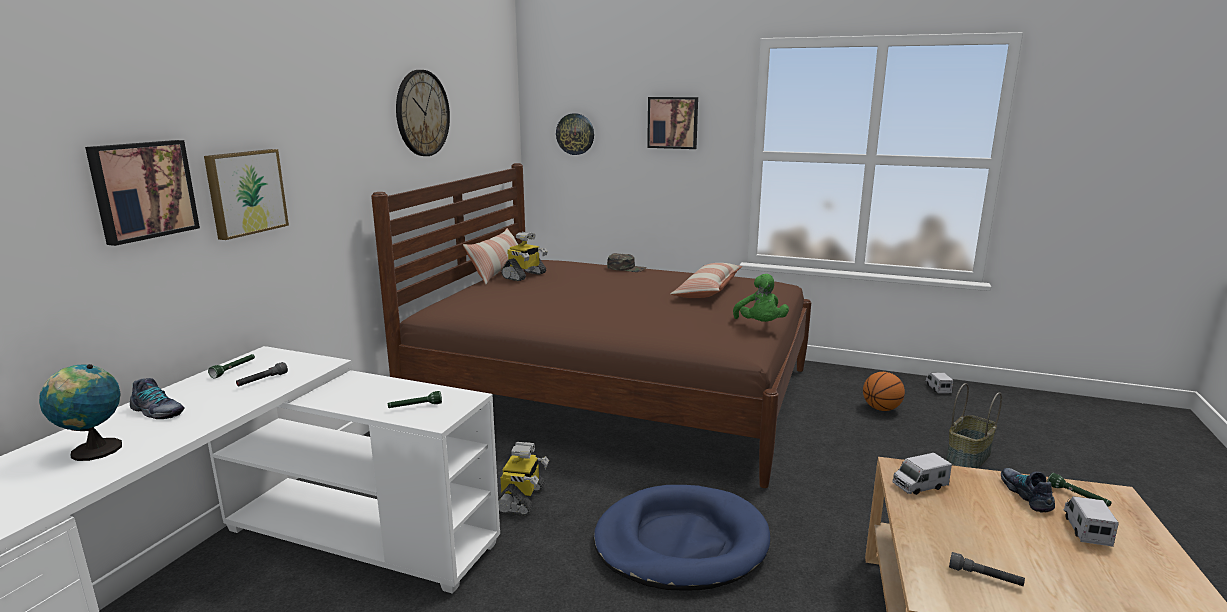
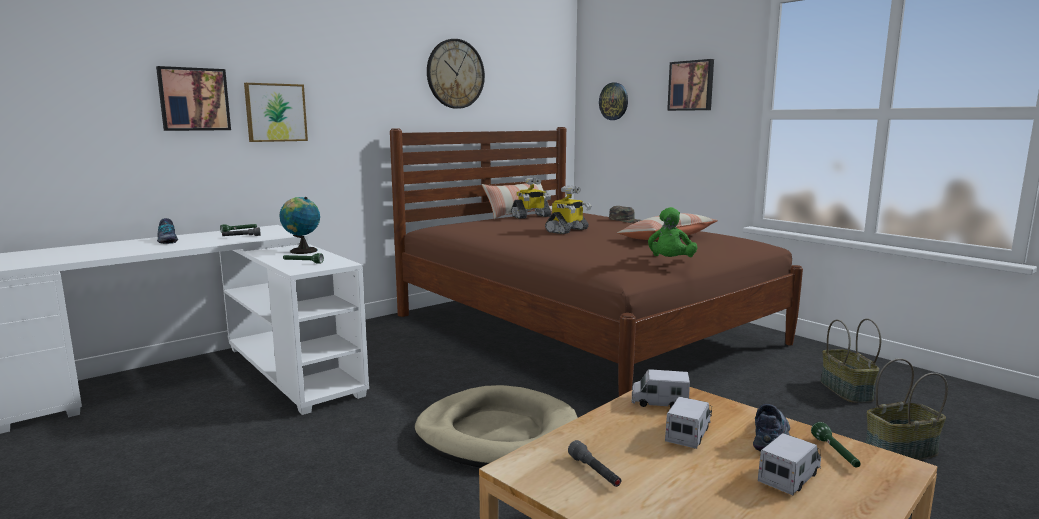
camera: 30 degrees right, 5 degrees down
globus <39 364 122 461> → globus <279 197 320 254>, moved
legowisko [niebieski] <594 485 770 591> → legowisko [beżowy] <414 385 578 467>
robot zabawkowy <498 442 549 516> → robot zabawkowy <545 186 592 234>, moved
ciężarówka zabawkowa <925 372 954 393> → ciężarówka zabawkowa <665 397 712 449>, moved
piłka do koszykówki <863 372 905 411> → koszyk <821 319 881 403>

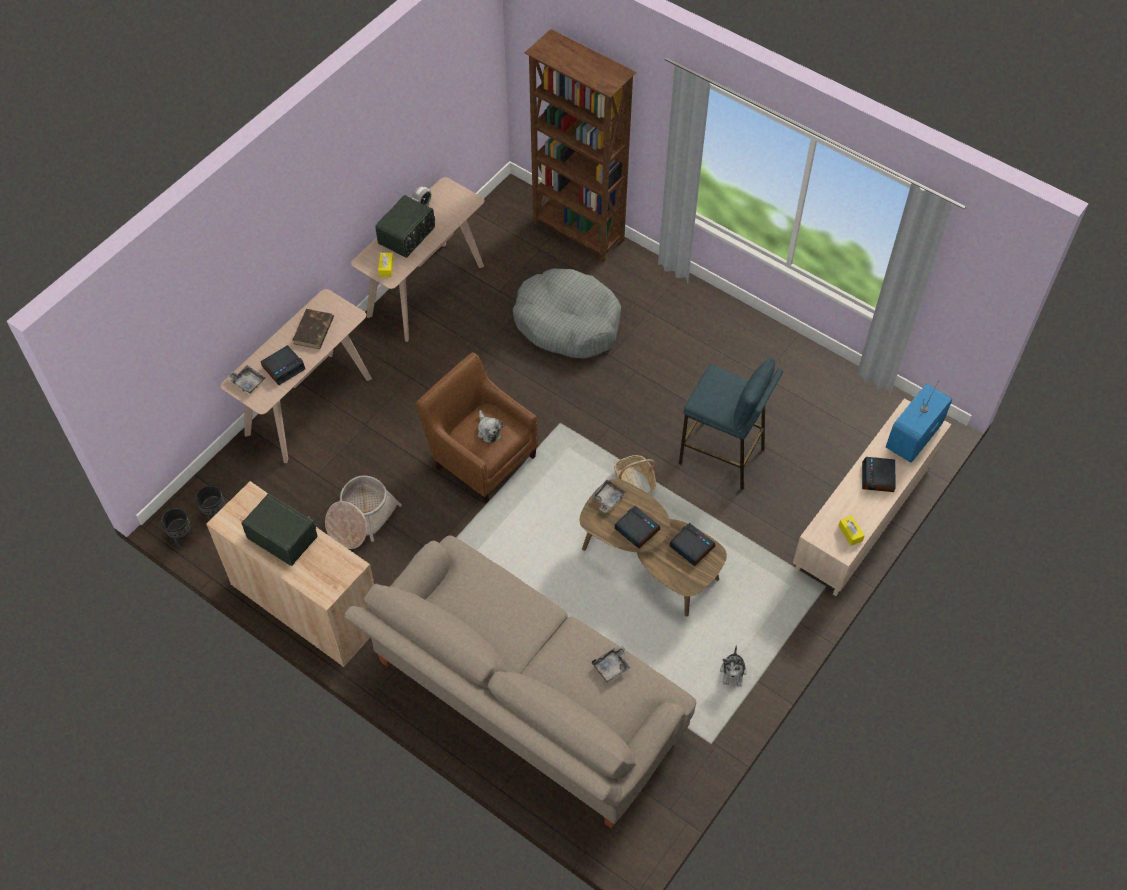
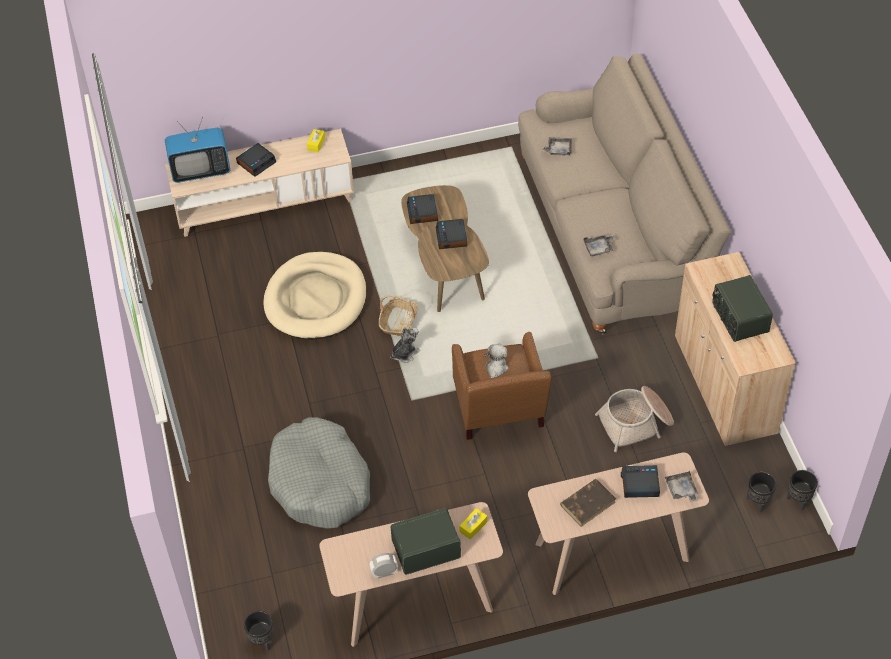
camera: 140 degrees left, 5 degrees down
- → donica [czarny] <244 611 274 651>
stołek [niebieski] <679 358 783 490> → legowisko [beżowy] <263 252 366 340>
pluszak <720 645 747 686> → pluszak <390 327 420 363>, moved
taca [szary] <591 480 626 513> → taca [szary] <584 235 615 257>, moved
regał [brązowy] <524 29 636 262> → -

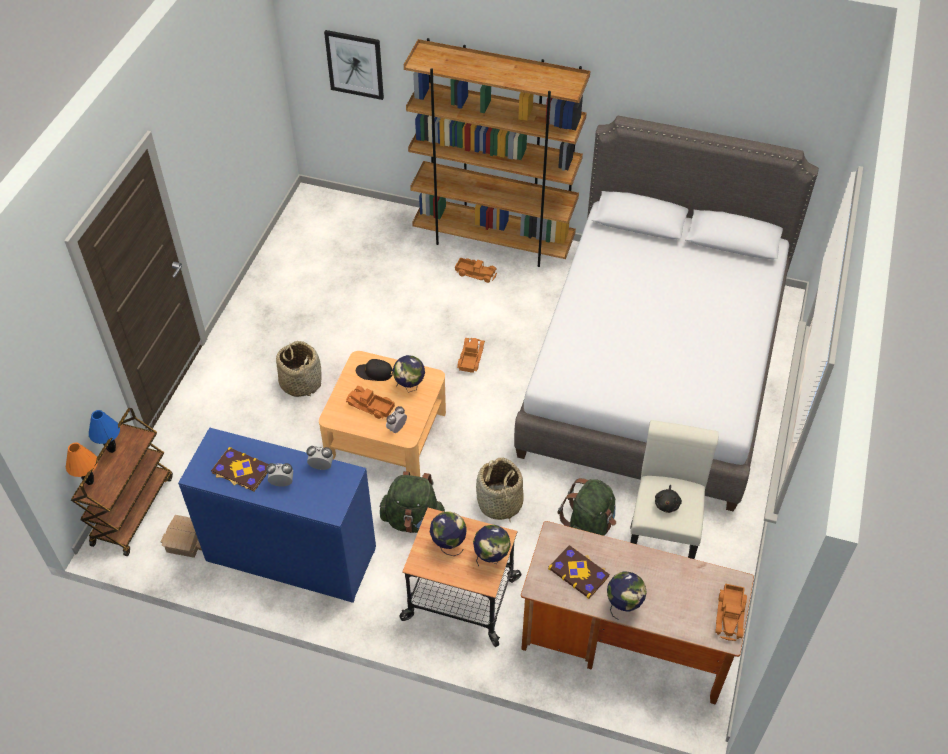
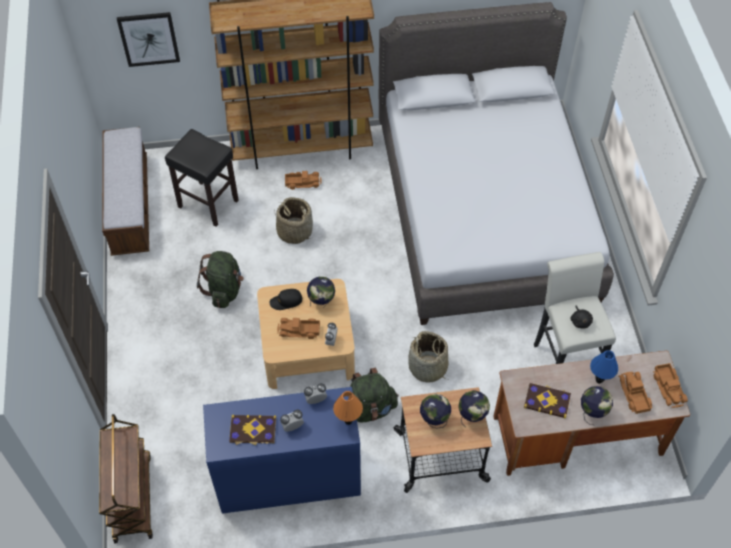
camera: 25 degrees left, 5 degrees up
- → ławka <102 127 149 256>
- → stołek [czarny] <165 129 239 227>
plecak [zielony] <558 478 616 536> → plecak [zielony] <197 251 244 308>, moved
koszyk <276 341 322 397> → koszyk <274 197 313 244>, moved
lampa stołowa [pomarańczowy] <66 443 98 485> → lampa stołowa [pomarańczowy] <333 391 363 425>, moved
lampa stołowa [niebieski] <89 410 120 453> → lampa stołowa [niebieski] <590 350 618 384>, moved
ciężarówka zabawkowa <457 338 485 373> → ciężarówka zabawkowa <619 372 652 414>, moved
domek <161 515 202 558> → -

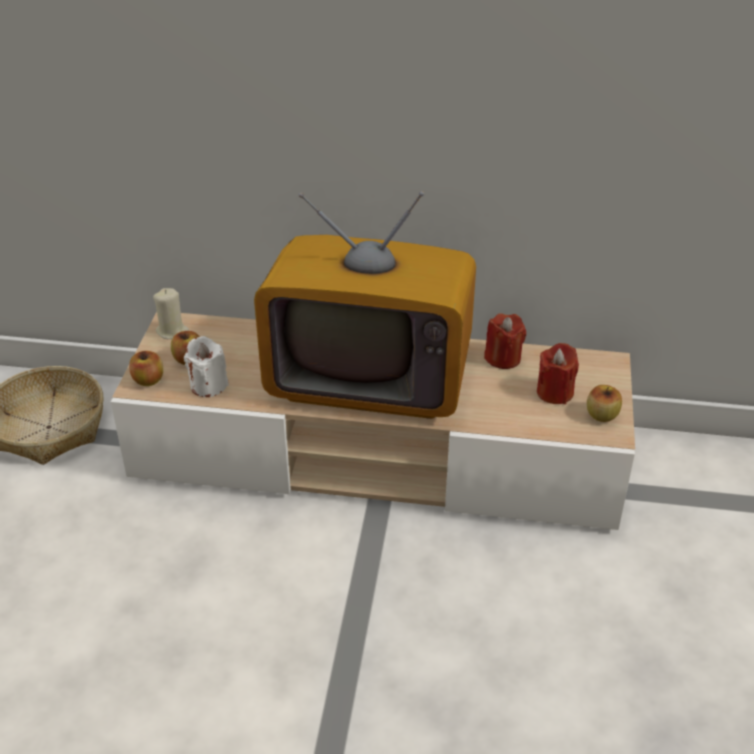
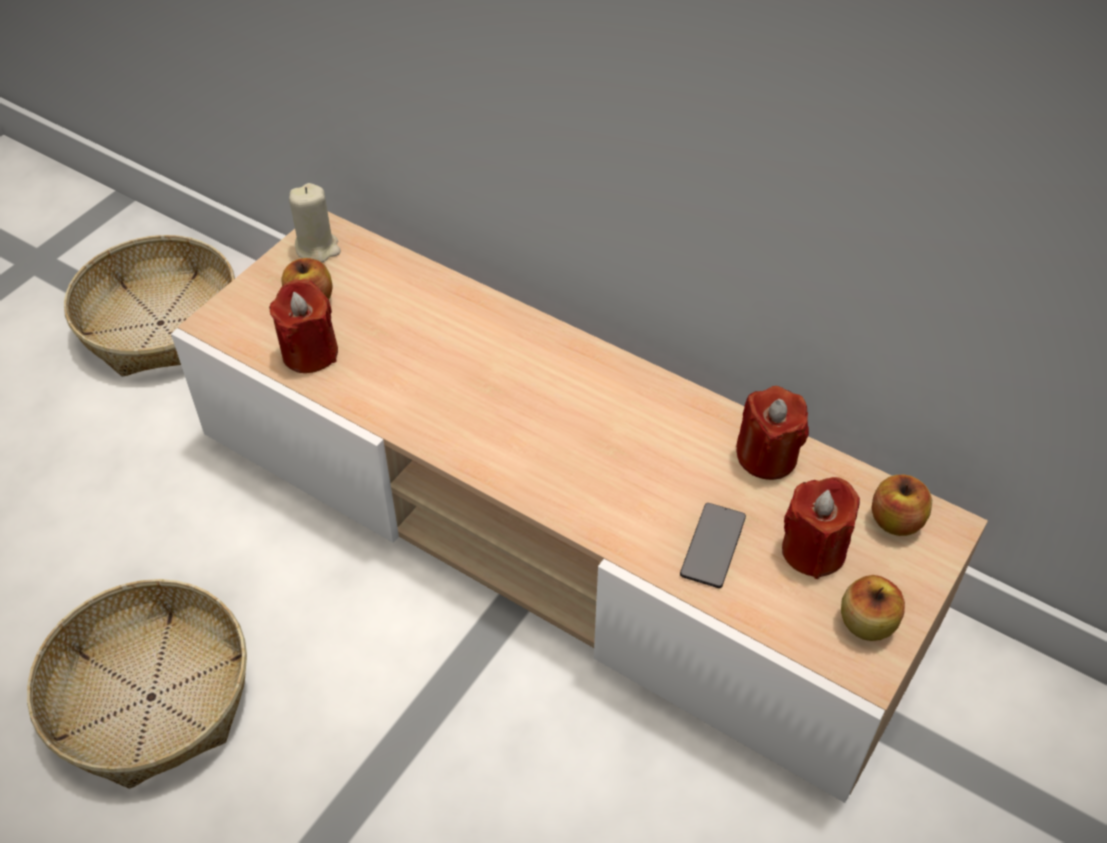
camera: 25 degrees right, 10 degrees up
- → koszyk <27 579 247 789>
świeca [biały] <184 336 229 397> → świeca [czerwony] <269 280 338 373>
- → telefon <680 503 746 588>
jabłko <129 351 163 386> → jabłko <872 475 932 536>, moved
telewizor <254 191 476 419> → -

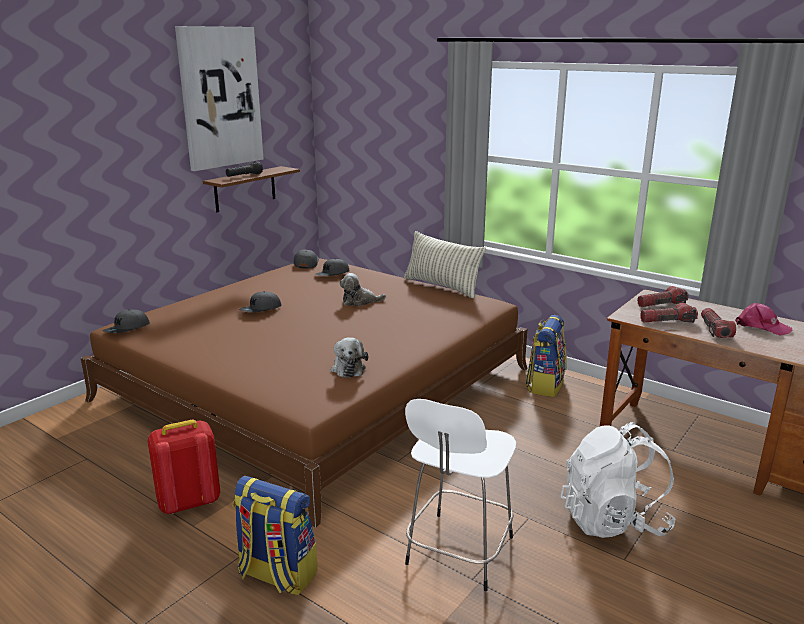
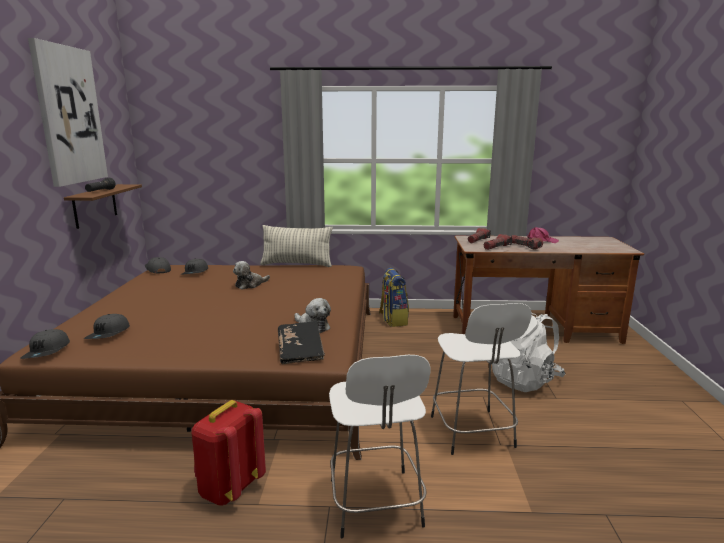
camera: 35 degrees left, 5 degrees down
czapka z daszkiem [szary] <239 291 282 312> → czapka z daszkiem [szary] <84 314 130 339>, moved
- → książka [czarny] <278 321 325 365>
plecak <233 476 317 595> → stołek [biały] <329 355 430 538>

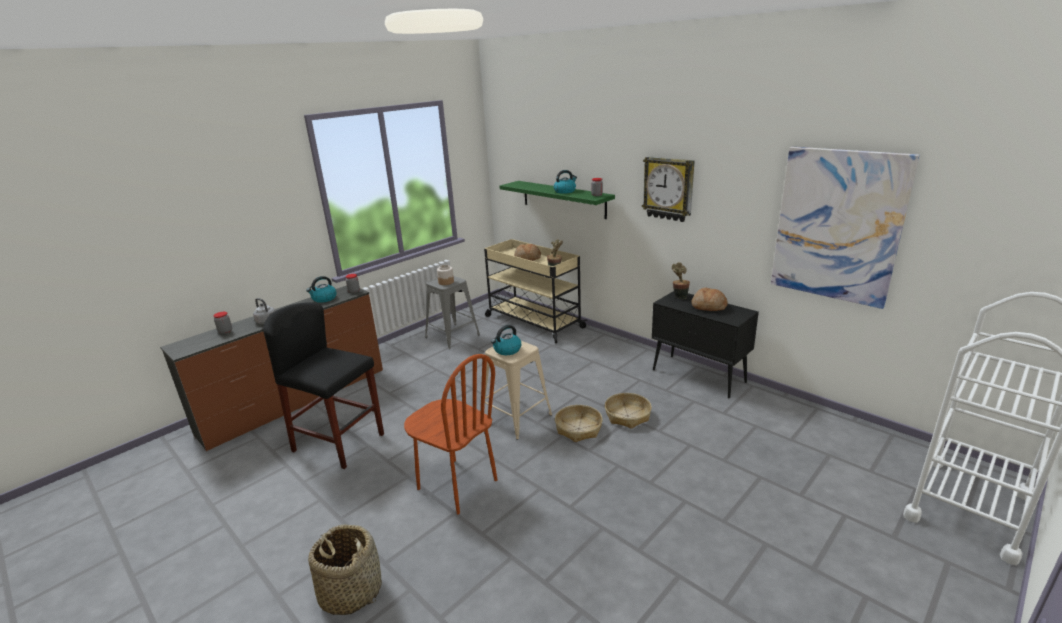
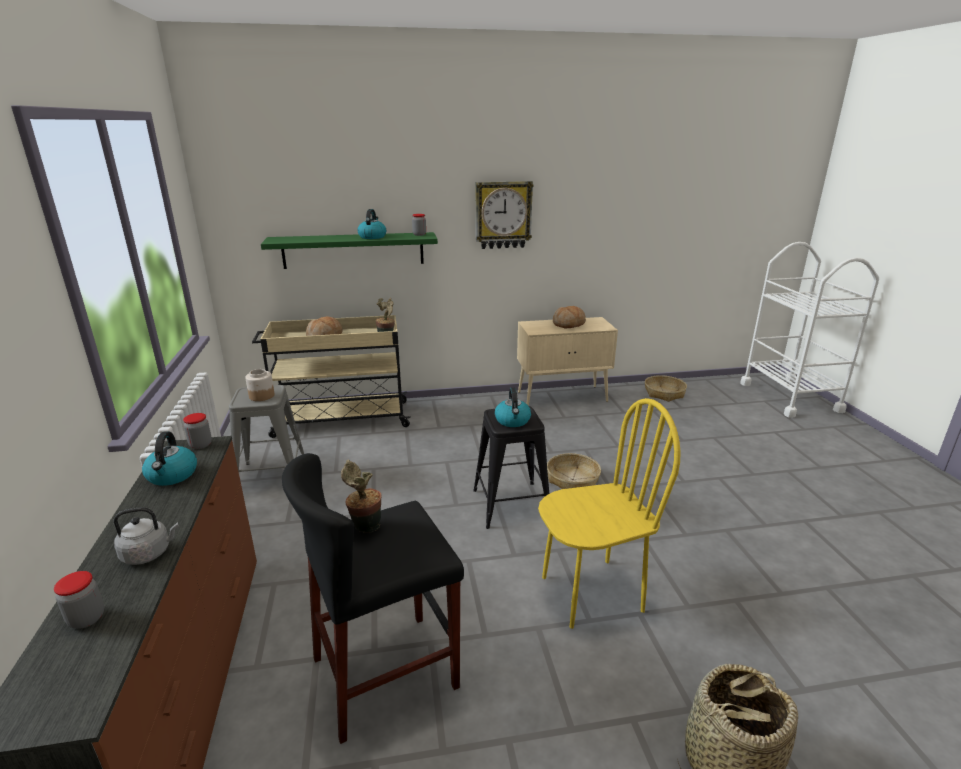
camera: 55 degrees left, 0 degrees up
roślina doniczkowa <672 262 690 299> → roślina doniczkowa <341 460 382 533>, moved
stołek [beżowy] <485 341 552 440> → stołek [czarny] <473 406 549 529>
szafka [czarny] <652 291 759 399> → szafka [beżowy] <517 317 618 406>
krzesło [brązowy] <404 354 498 515> → krzesło [żółty] <538 398 681 629>
koszyk <605 393 652 429> → koszyk <645 375 687 402>, moved
obraz <771 147 920 309> → -

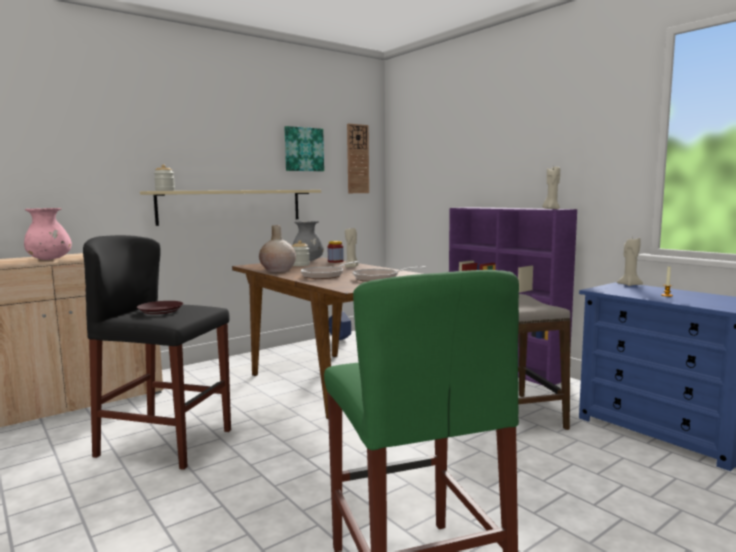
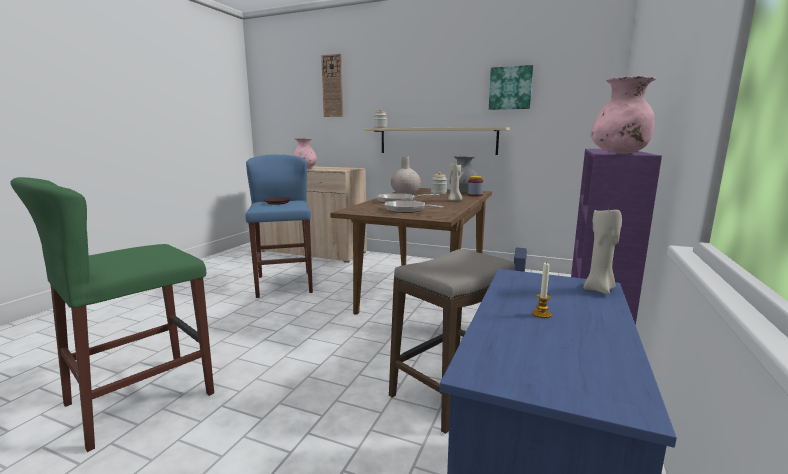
camera: 60 degrees right, 5 degrees up
stołek [czarny] <83 235 231 470> → stołek [niebieski] <245 155 313 298>
zegar ścienny <347 123 369 193> → zegar ścienny <321 54 343 117>, moved
świeca [beżowy] <543 167 560 209> → wazon [różowy] <591 76 656 154>

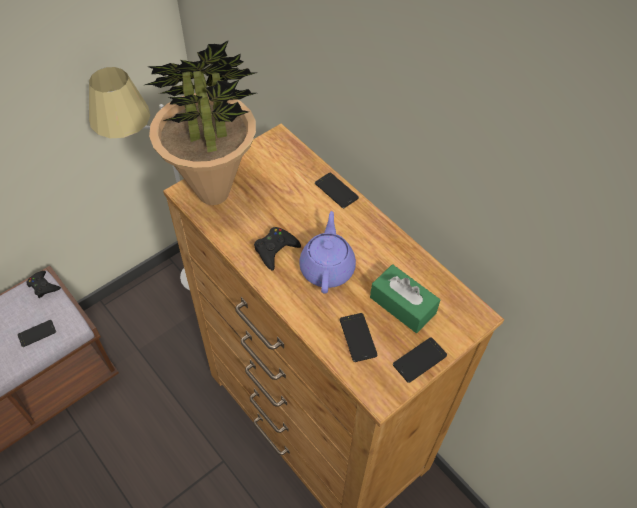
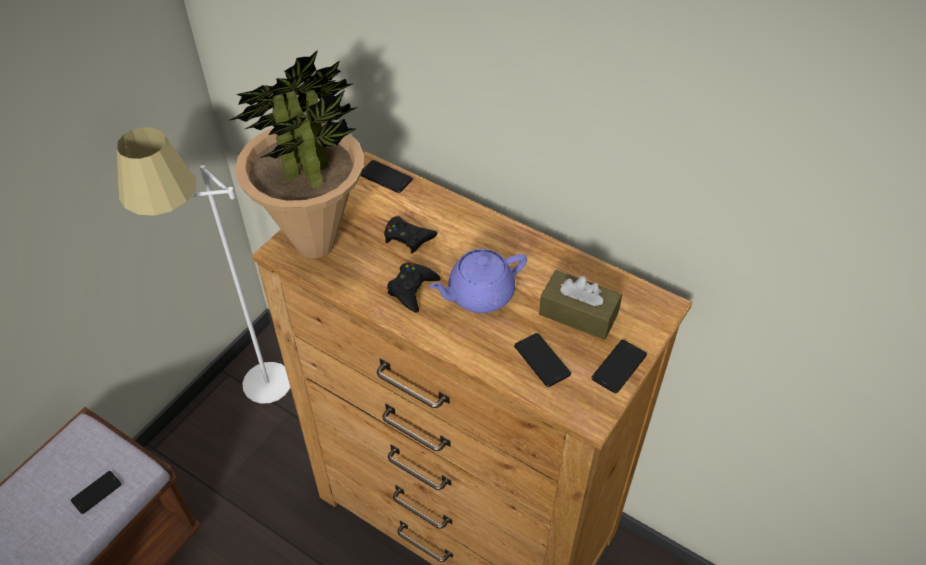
camera: 15 degrees left, 5 degrees down
telefon <315 173 359 208> → telefon <361 160 413 193>, moved
pad do gier [czarny] <26 271 61 298> → pad do gier [czarny] <384 216 437 254>, moved
imbryk [fioletowy] <299 211 356 293> → imbryk [fioletowy] <429 249 527 313>, 105 degrees counterclockwise
pudełko chusteczek [zielony] <370 264 440 333> → pudełko chusteczek [brązowy] <539 270 622 340>

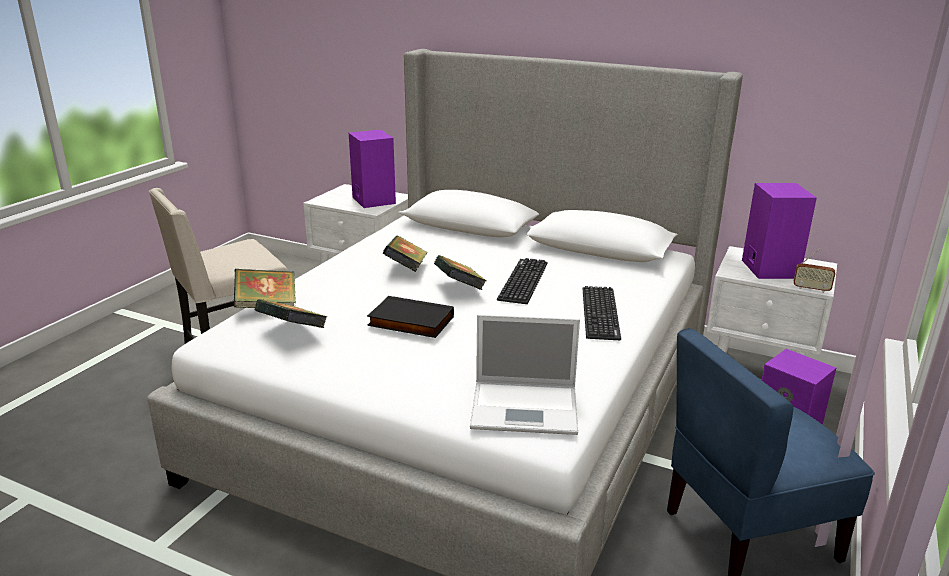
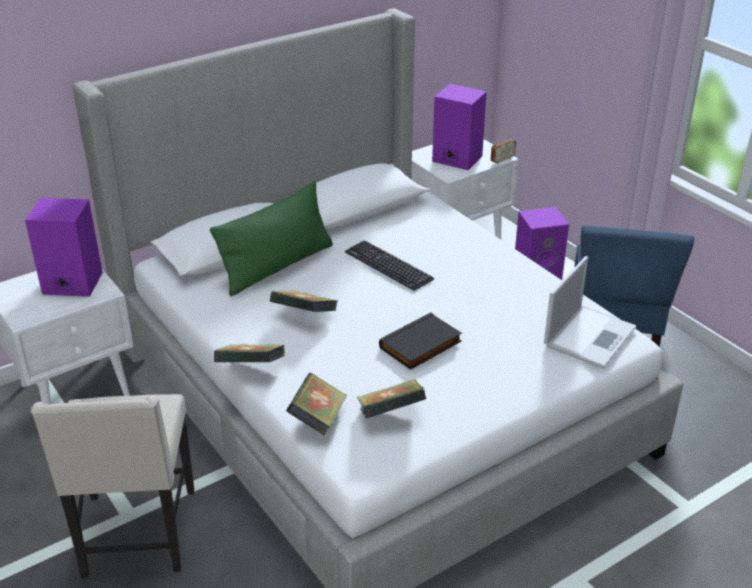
camera: 60 degrees left, 10 degrees up
- → poduszka [zielony] <210 181 333 296>
książka <434 255 486 290> → książka <214 344 285 362>, moved
klawiatura <583 286 621 340> → -

